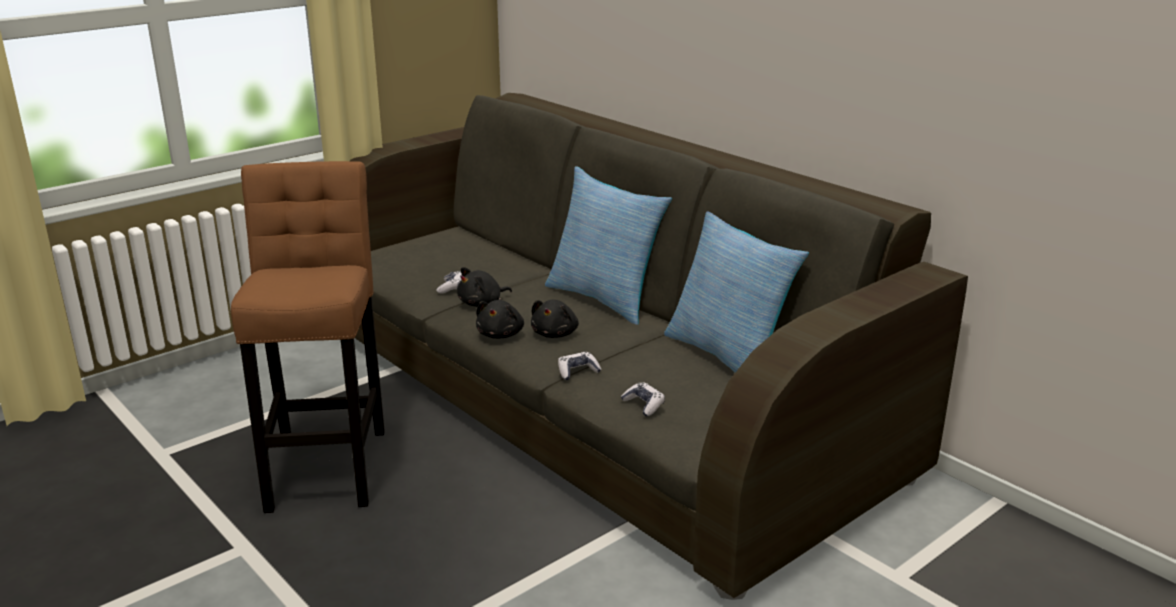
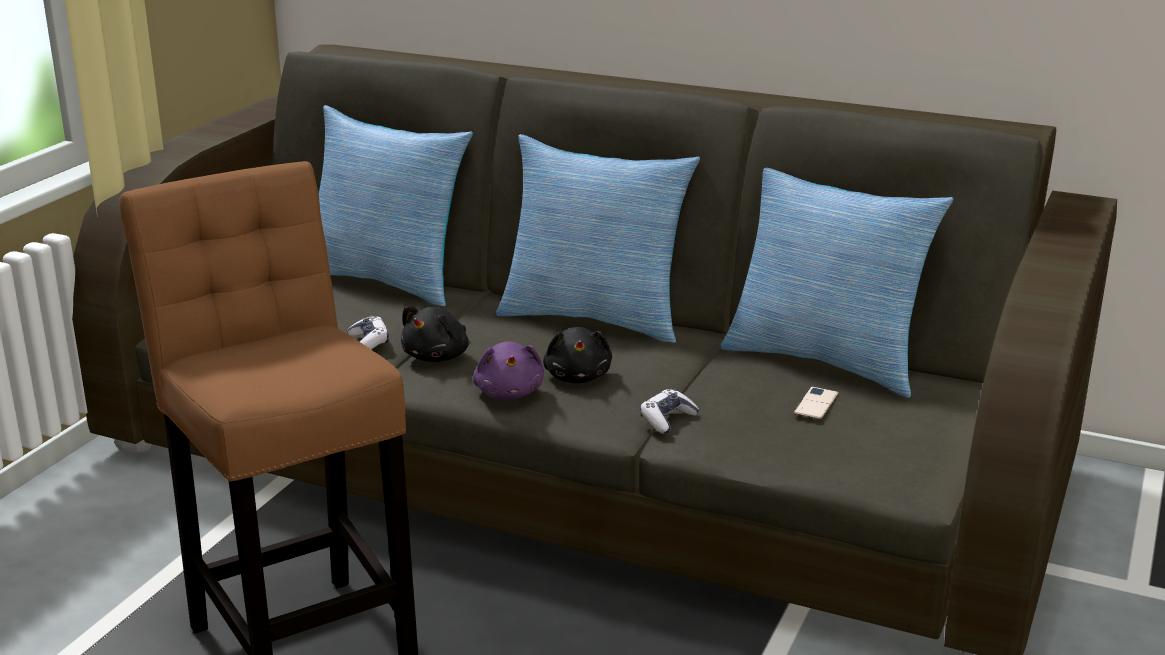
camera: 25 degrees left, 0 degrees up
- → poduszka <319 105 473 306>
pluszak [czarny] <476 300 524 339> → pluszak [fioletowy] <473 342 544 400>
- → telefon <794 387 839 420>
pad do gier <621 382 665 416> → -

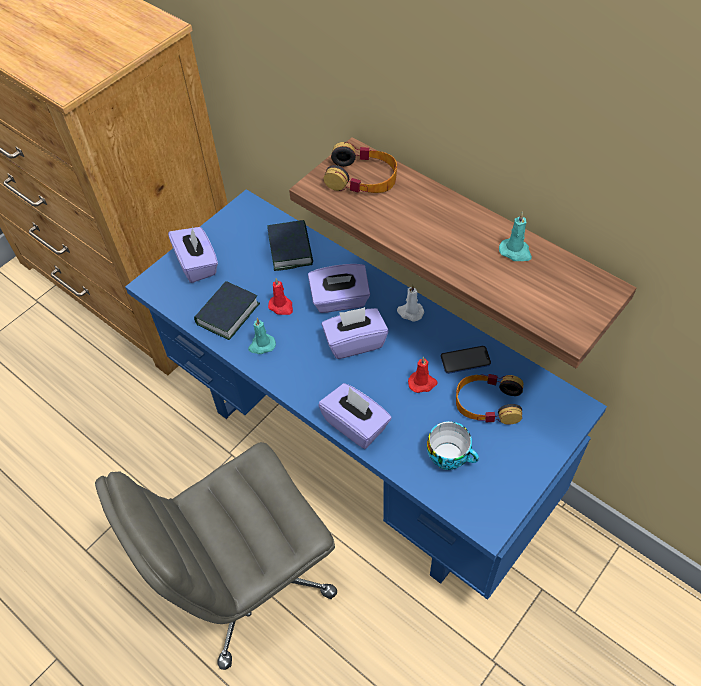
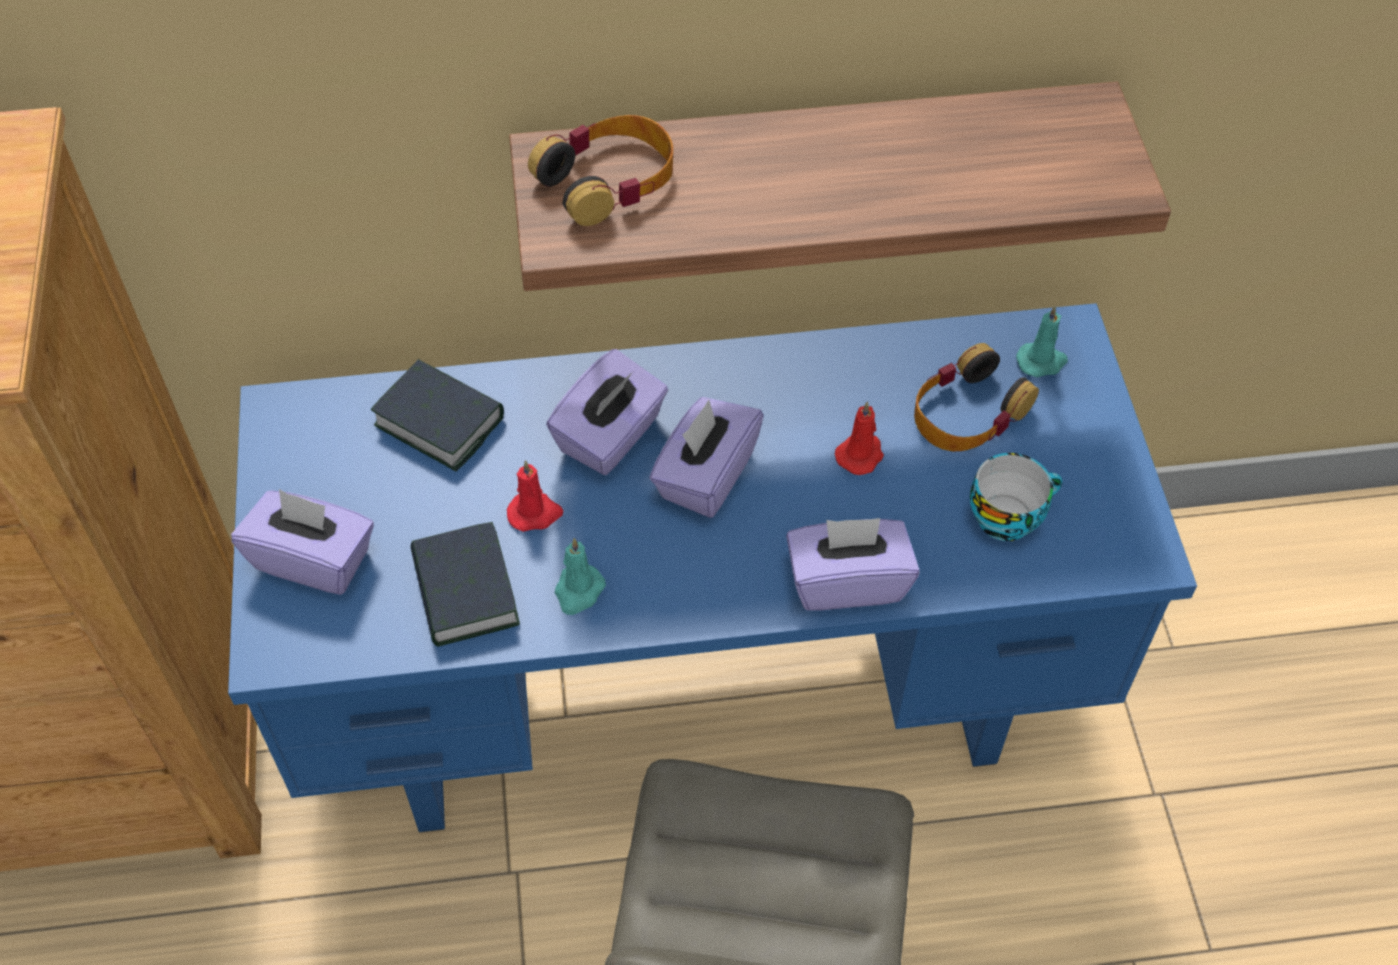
camera: 50 degrees left, 0 degrees up
świeca [turkusowy] <499 212 532 261> → świeca [turkusowy] <1016 305 1068 377>, moved
świeca [biały] <397 284 424 322> → -
telefon <440 346 491 374> → -

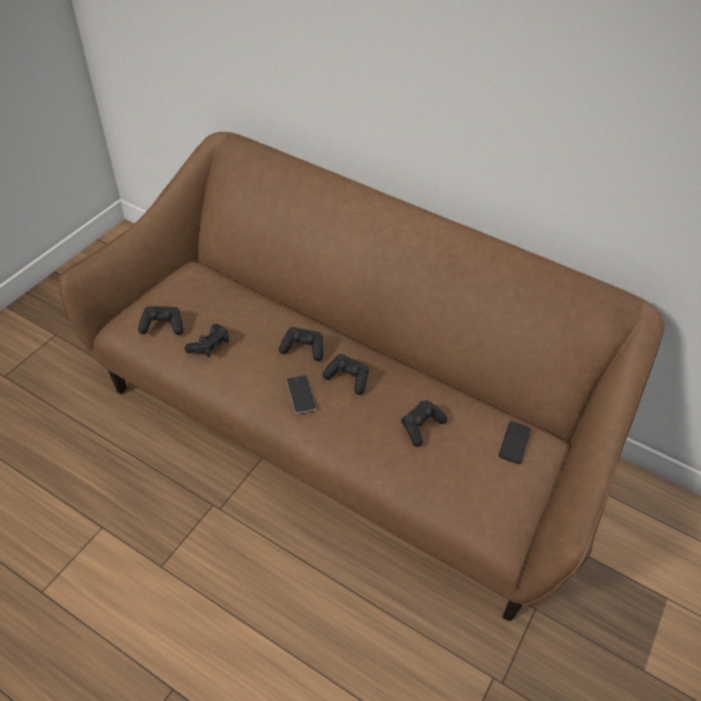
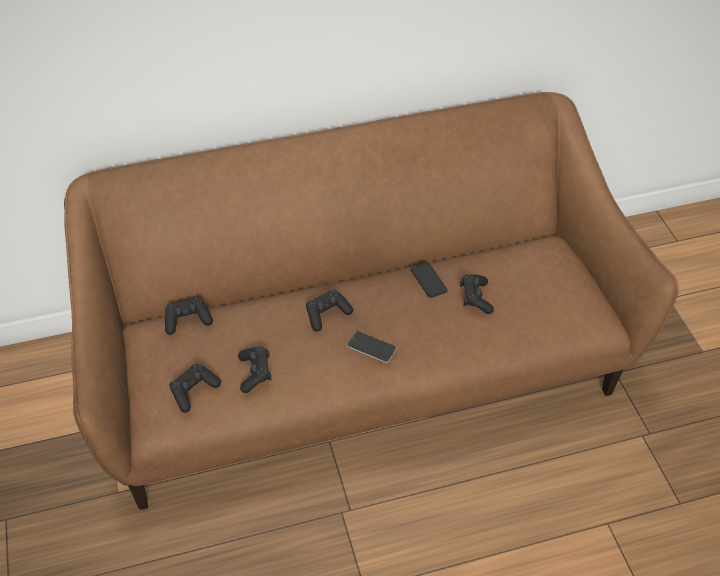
camera: 45 degrees left, 0 degrees up
pad do gier [czarny] <322 354 369 395> → pad do gier [czarny] <165 297 213 335>, moved
telefon <499 421 531 464> → telefon <411 262 448 298>, moved

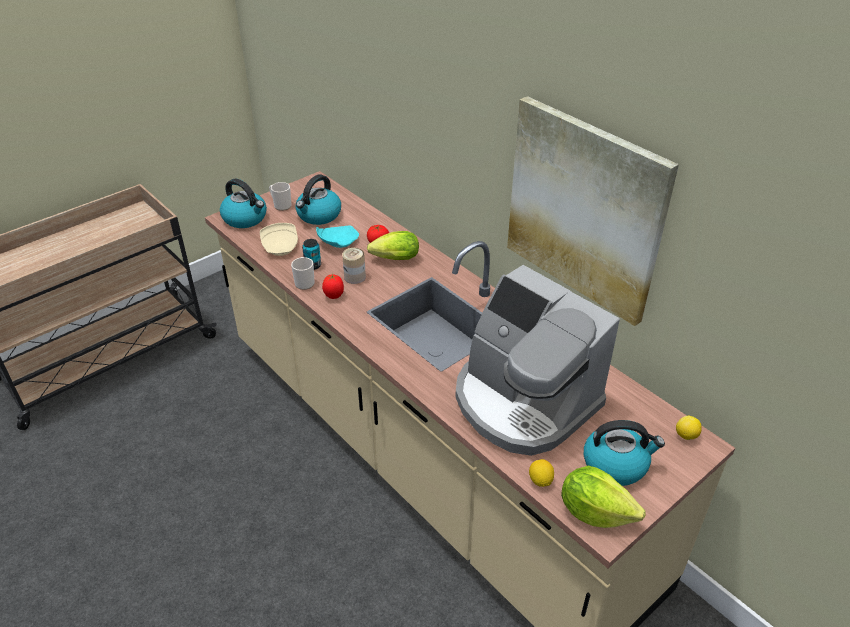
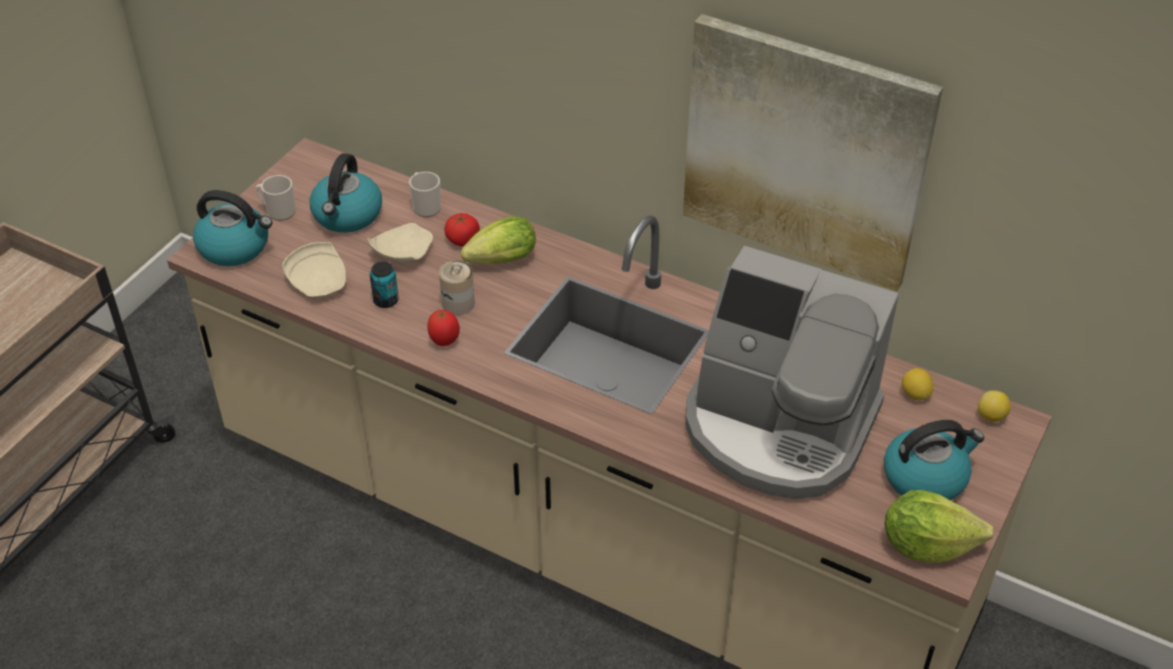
camera: 20 degrees left, 5 degrees up
talerz [turkusowy] <316 225 359 248> → talerz [beżowy] <368 223 433 262>
kubek <291 257 315 290> → kubek <409 172 441 217>, moved
cytryna <529 459 554 487> → cytryna <902 368 933 400>, moved

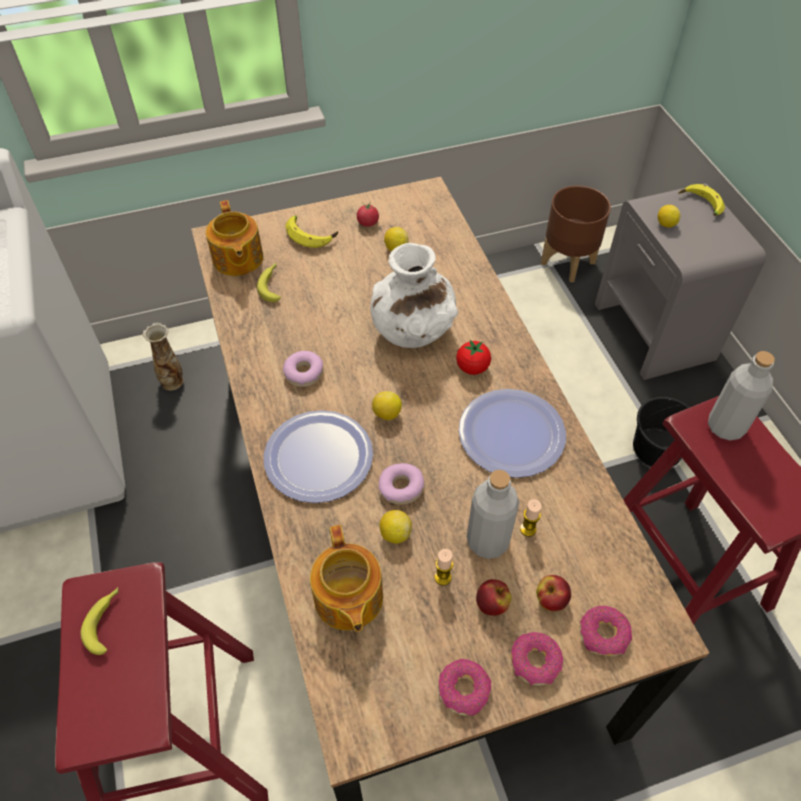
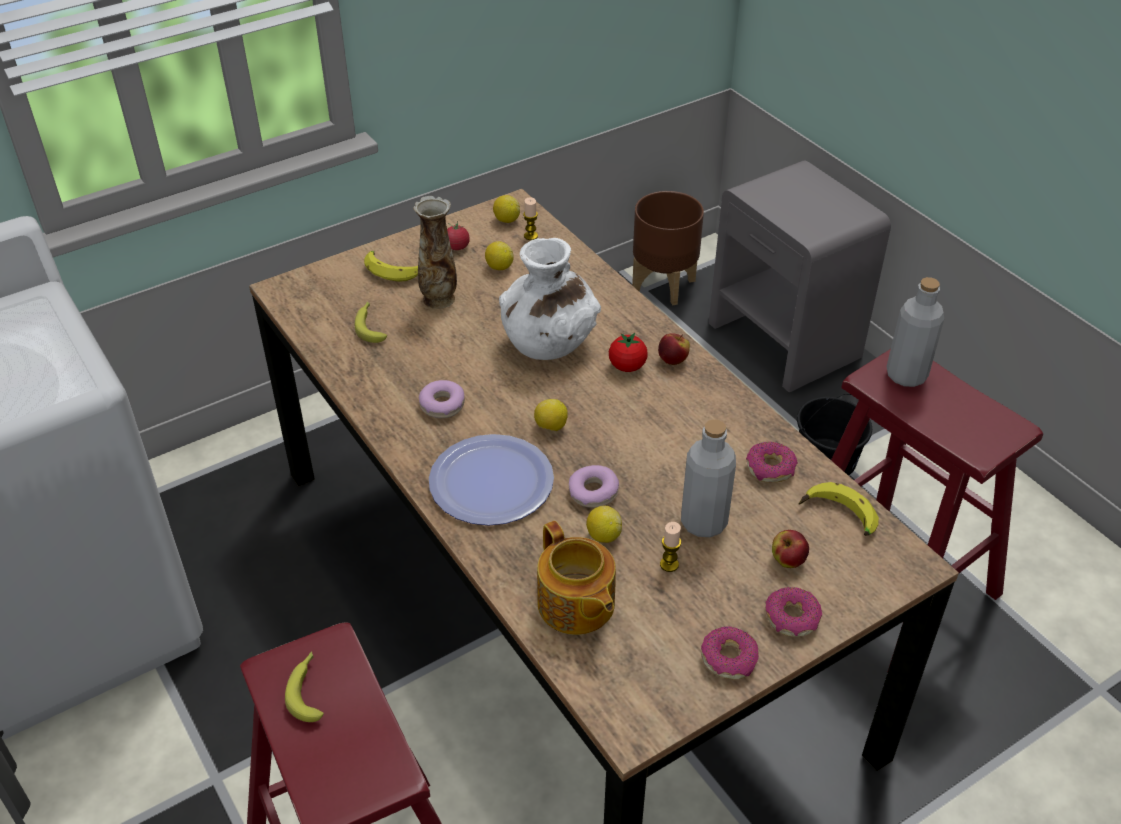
camera: 15 degrees left, 10 degrees down
wazon <143 323 183 391> → wazon <413 196 457 309>, moved
cytryna <658 205 680 228> → cytryna <493 195 520 223>, moved
świeca <520 499 542 537> → świeca <523 197 538 240>, moved
jabłko <476 579 512 616> → jabłko <658 333 690 365>, moved
donut <580 606 632 656> → donut <746 442 798 482>, moved
banan <678 184 725 216> → banan <799 482 879 536>, moved
imbryk <206 200 263 276> → -
talerz <459 389 566 478> → -

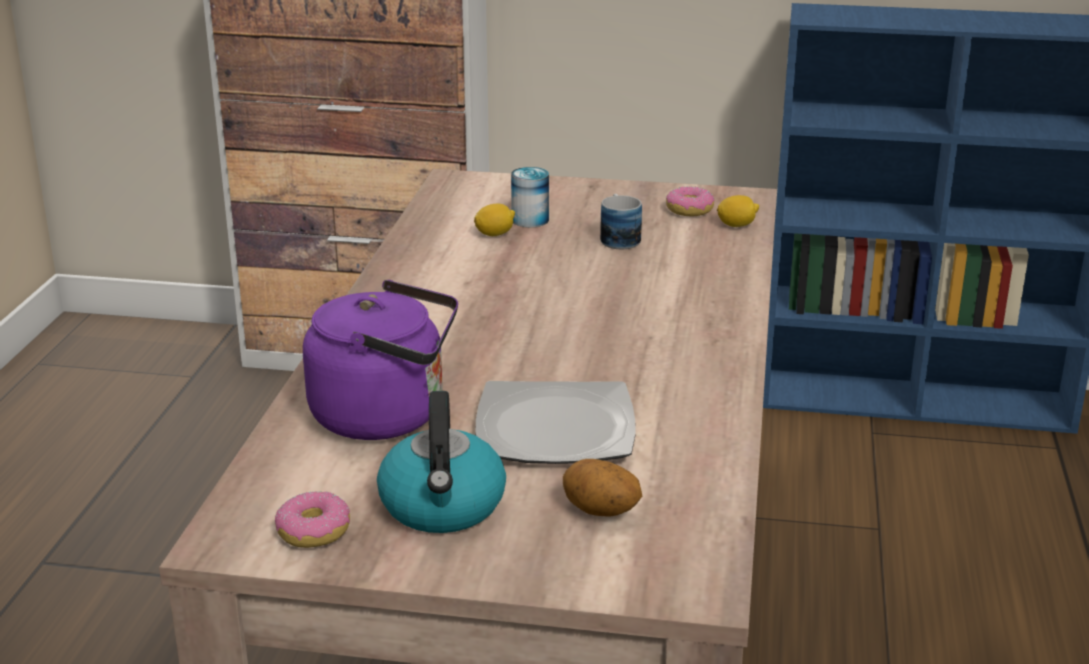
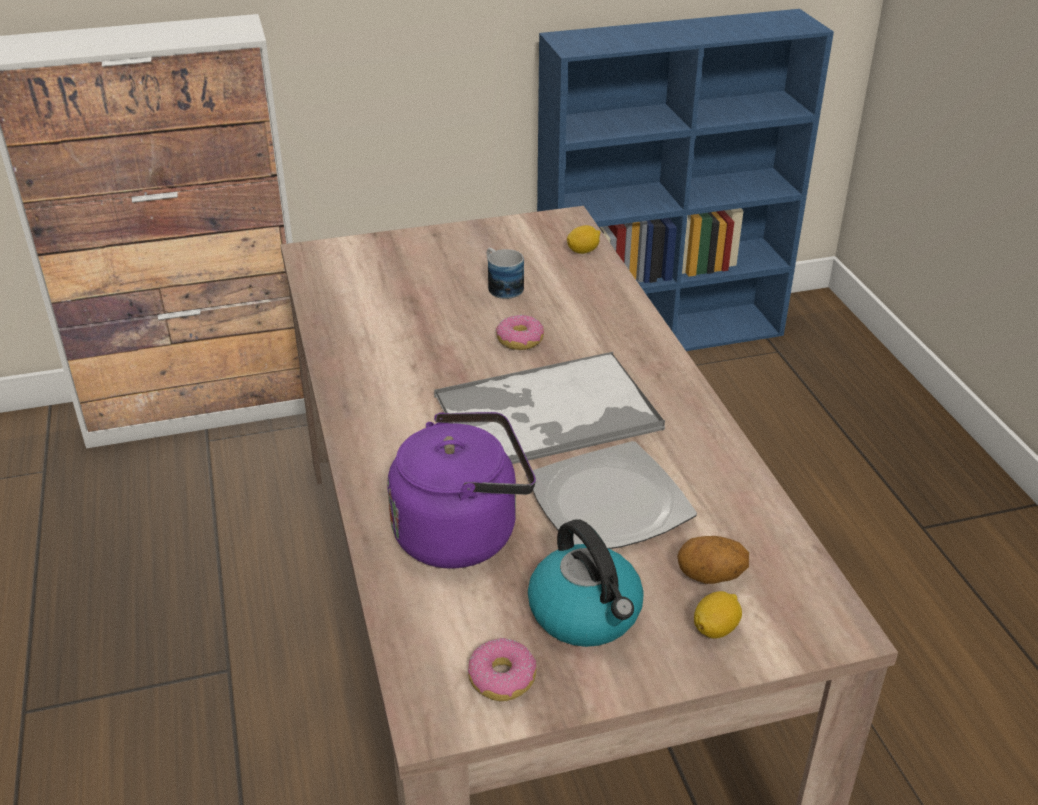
camera: 25 degrees left, 10 degrees up
- → taca <434 352 665 464>
donut <666 186 714 216> → donut <496 315 544 350>, moved
cytryna <474 204 515 236> → cytryna <694 591 742 638>, moved
puszka <511 167 549 227> → -

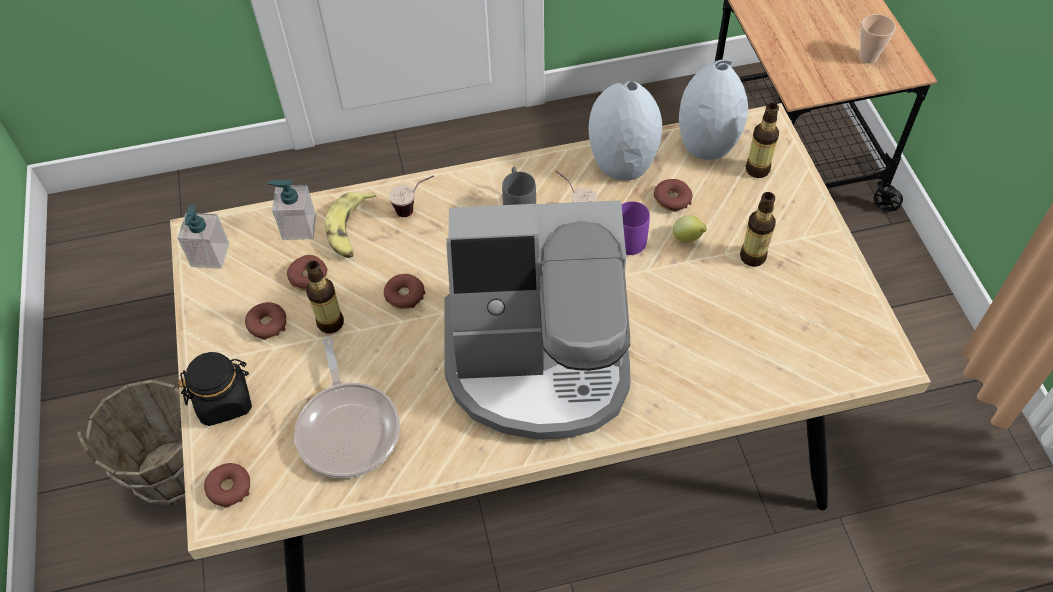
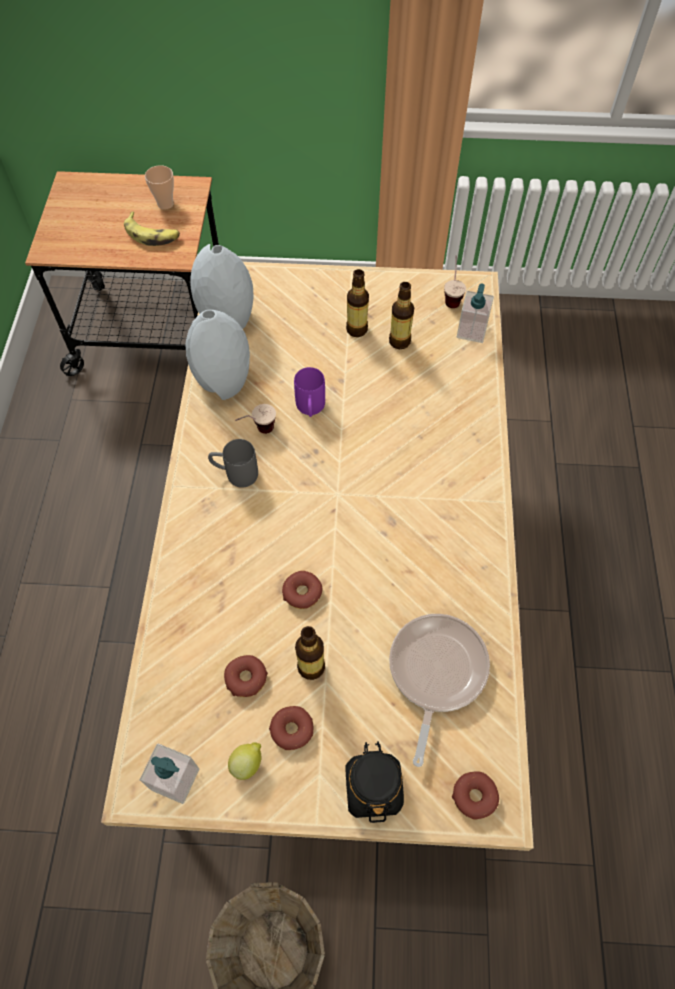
camera: 75 degrees left, 5 degrees up
banan <325 192 376 258> → banan <124 211 180 246>, moved
cytryna <673 216 707 243> → cytryna <228 742 262 780>, moved
butelka <745 103 779 178> → butelka <389 282 414 349>, moved
patelnia <294 337 400 478> → patelnia <389 614 490 767>, 75 degrees counterclockwise
filiżanka <389 175 434 217> → filiżanka <444 256 466 308>, moved
dozownik mydła <268 179 316 240> → dozownik mydła <457 284 494 343>, moved
ekspres do kawy <444 201 630 440> → -
donut <654 179 693 212> → -

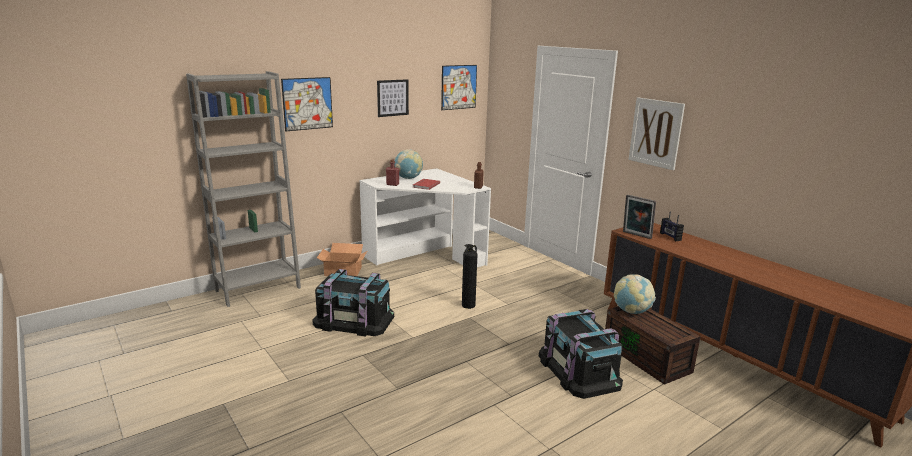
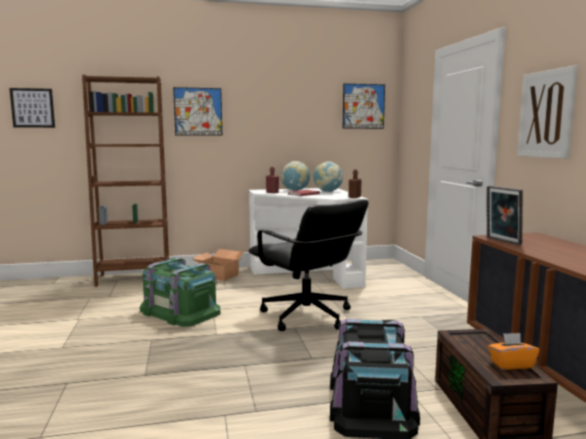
camera: 25 degrees right, 10 degrees down
obraz <377 79 409 117> → obraz <9 88 55 128>, moved
regał [szary] <186 71 301 307> → regał [brązowy] <82 75 169 287>
pojemnik do przechowywania [czarny] <313 269 394 337> → pojemnik do przechowywania [zielony] <140 257 220 327>
gaśnica <462 244 477 309> → krzesło biurowe [czarny] <249 199 369 331>
globus <614 274 656 314> → globus <314 161 343 192>, moved
- → pudełko chusteczek [pomarańczowy] <488 333 539 370>
radio <660 211 684 241> → -

